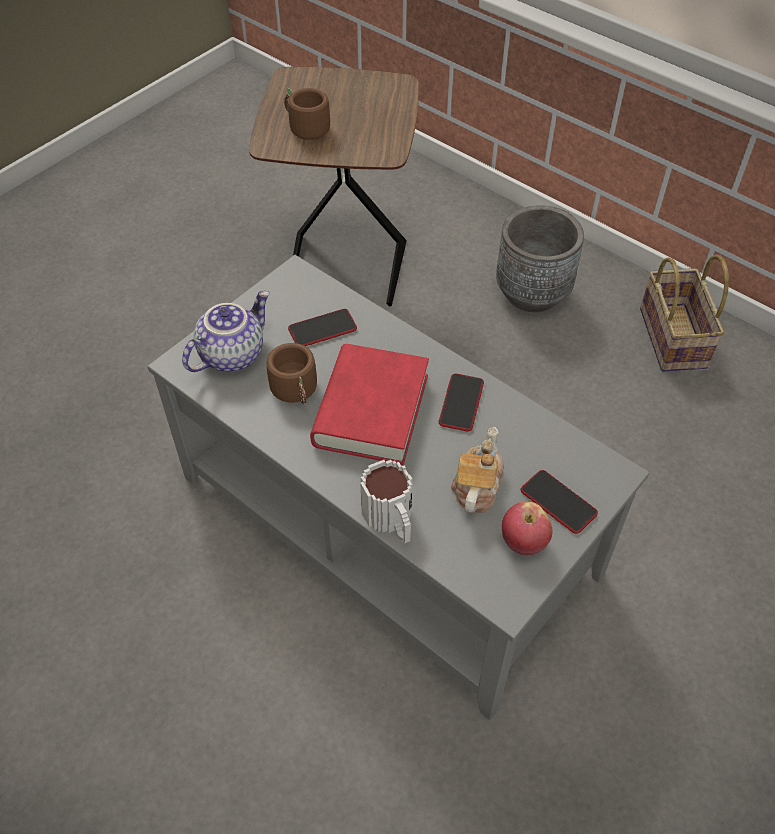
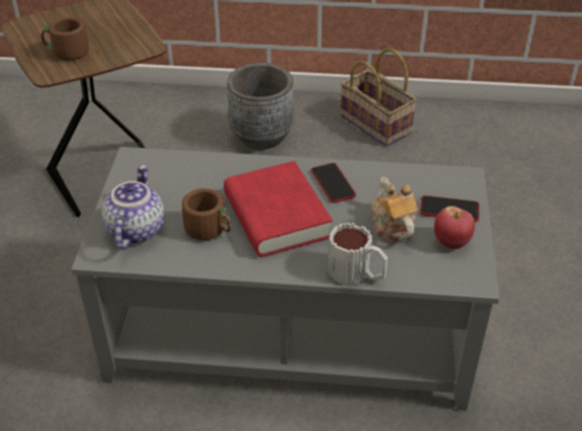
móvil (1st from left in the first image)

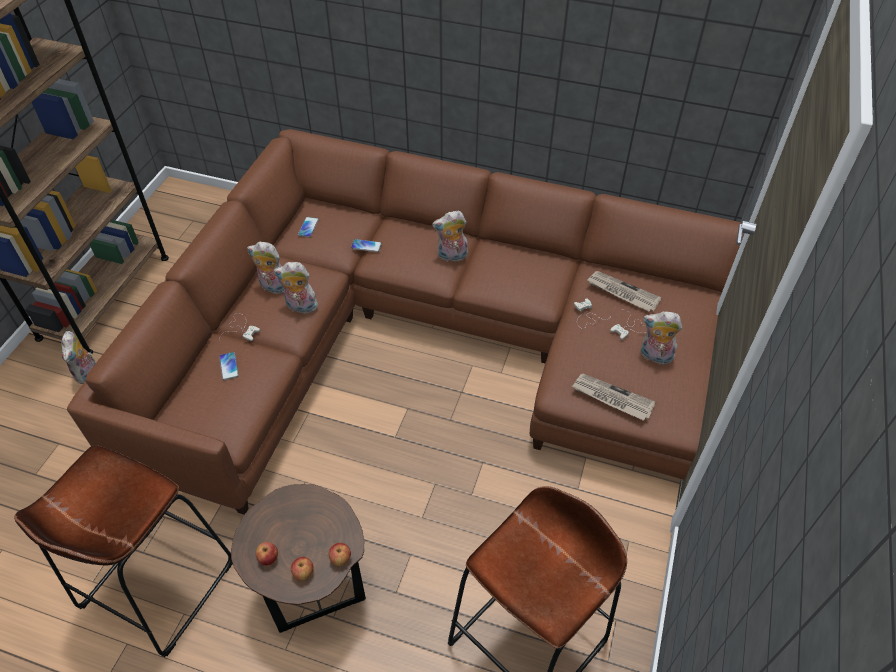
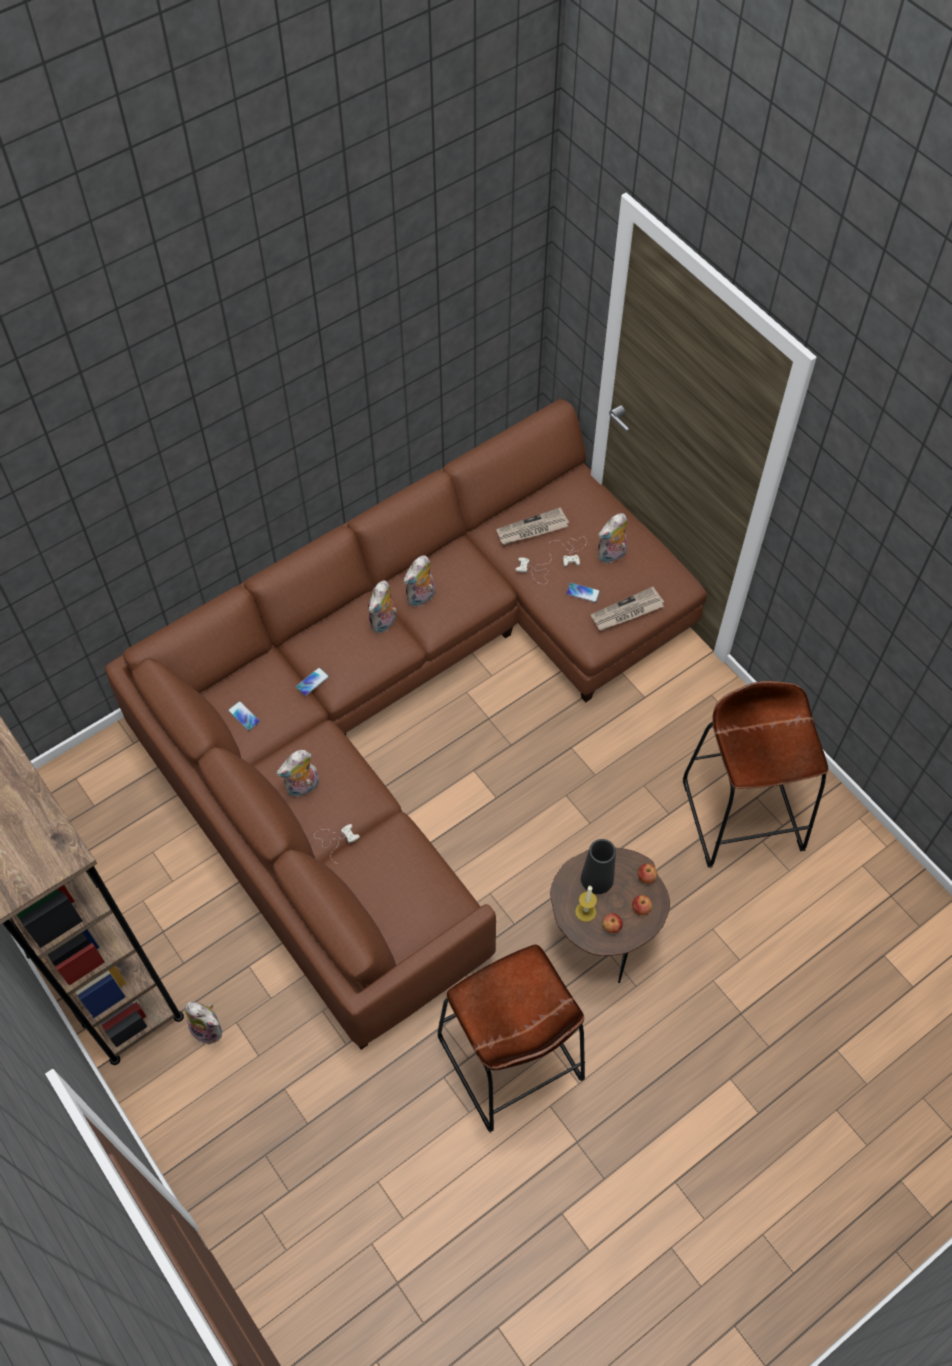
vela
florero/negro
móvil (3rd from left)
peluche (4th from left)

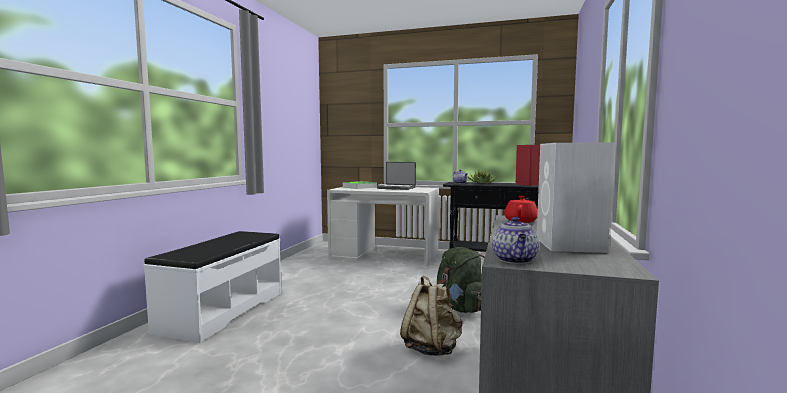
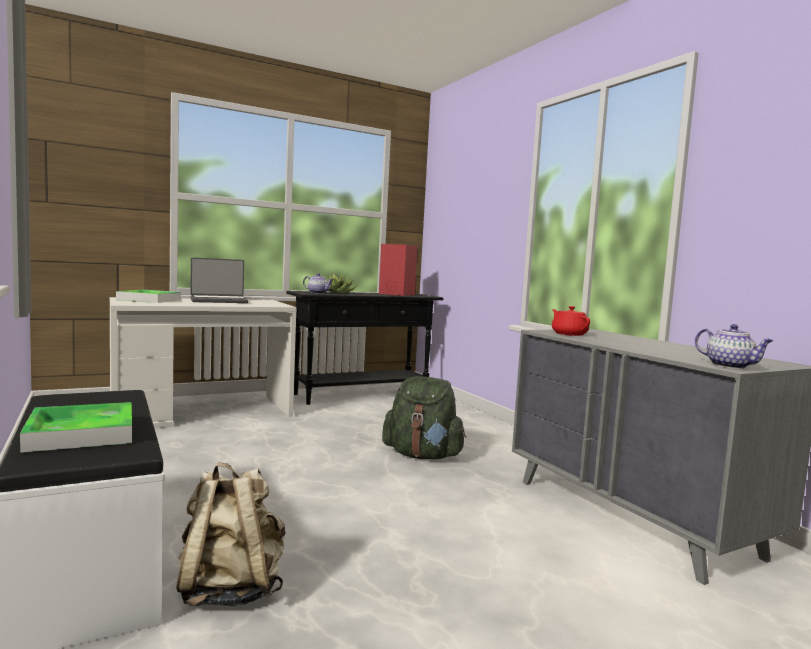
altavoz/blanco
bandeja (1st from left)
mochila/beis

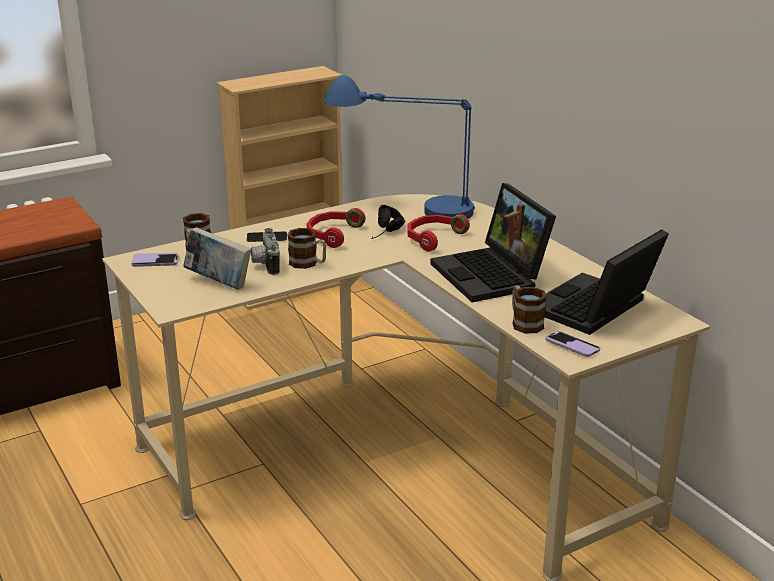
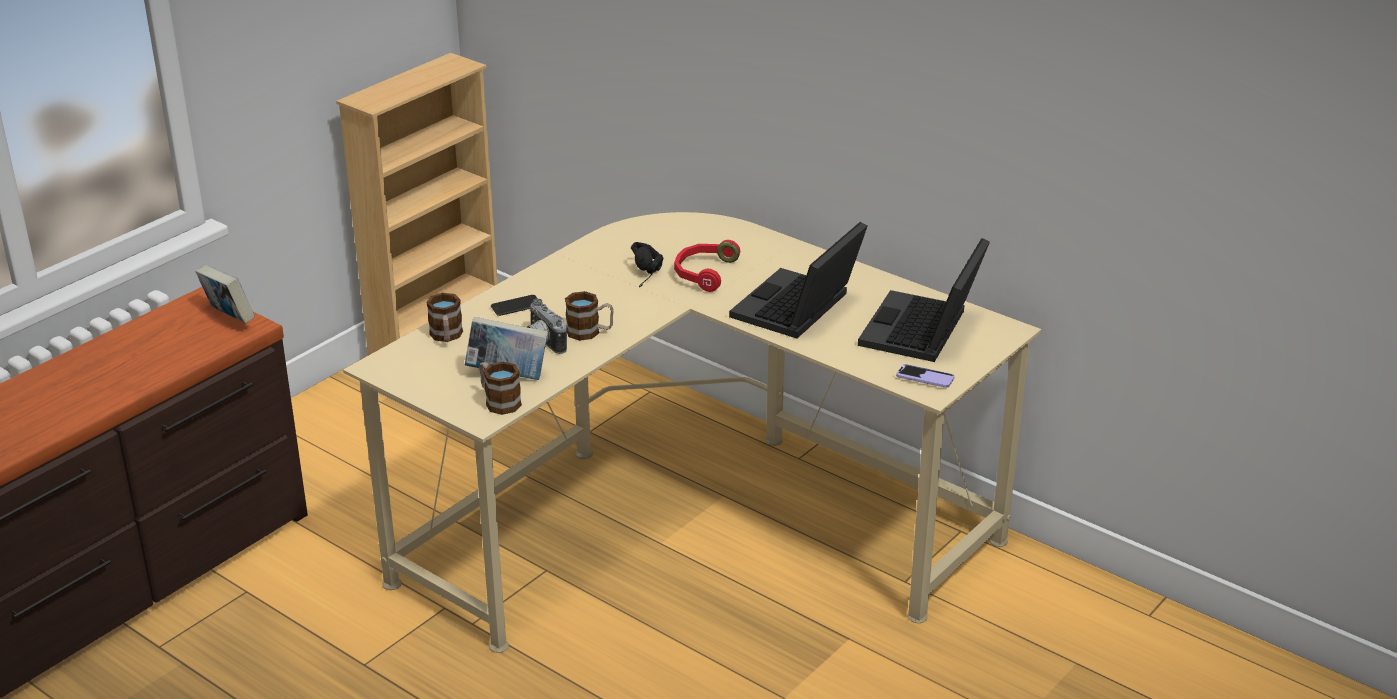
móvil (1st from left in the first image)
auriculares/rojo (1st from left in the first image)
lámpara de mesa/azul
libro (1st from left)
taza grande (2nd from left)
portátil (1st from left)

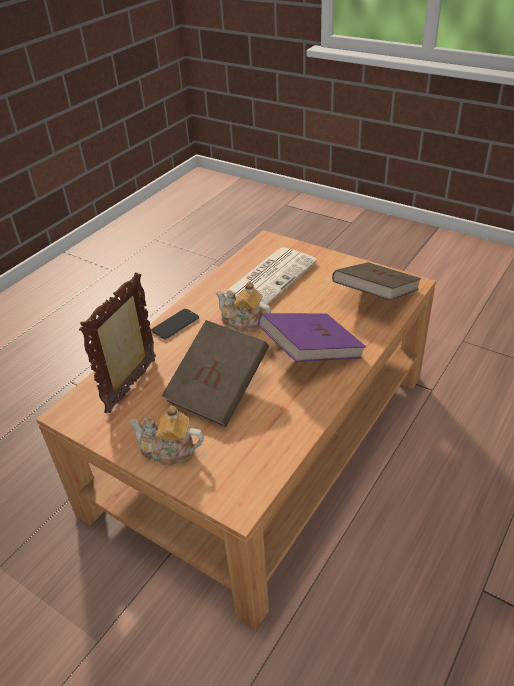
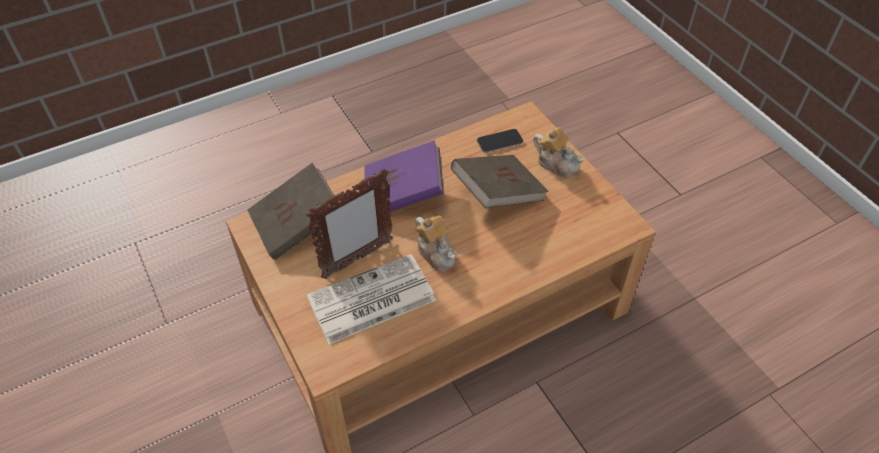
portarretratos
móvil

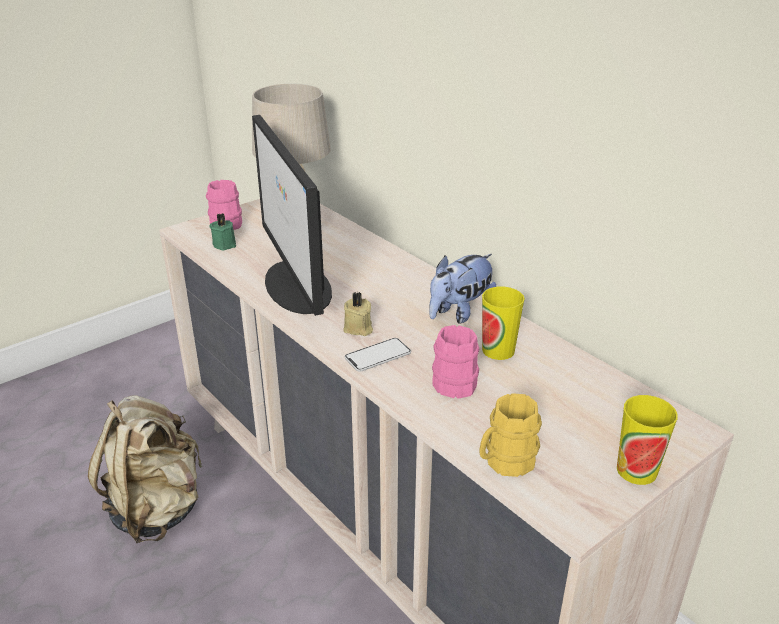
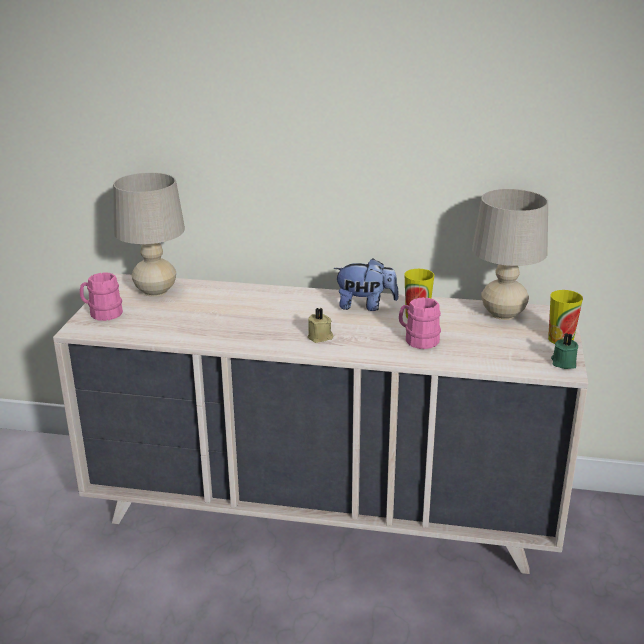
mochila/beis
monitor
móvil
taza grande/amarillo
lámpara de mesa/beis (2nd from left)
vela/verde
peluche

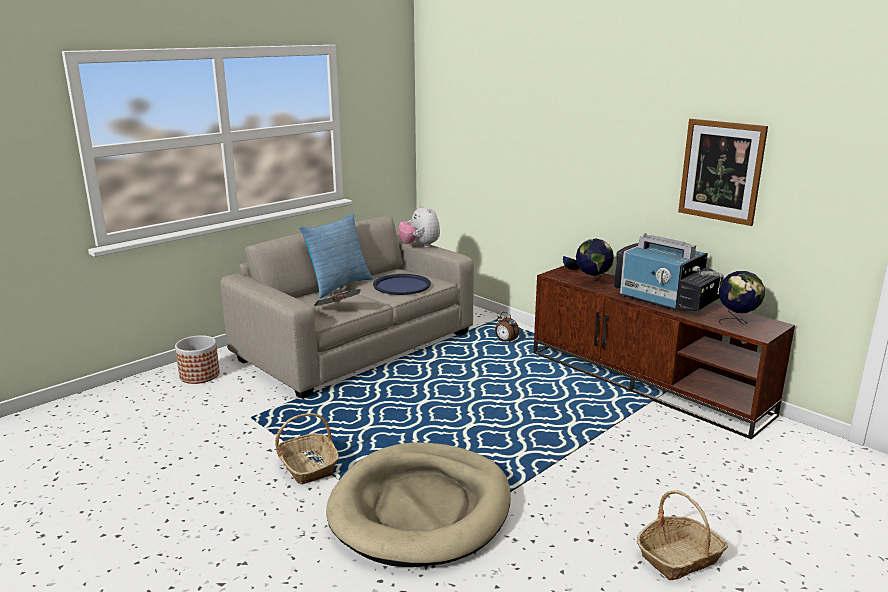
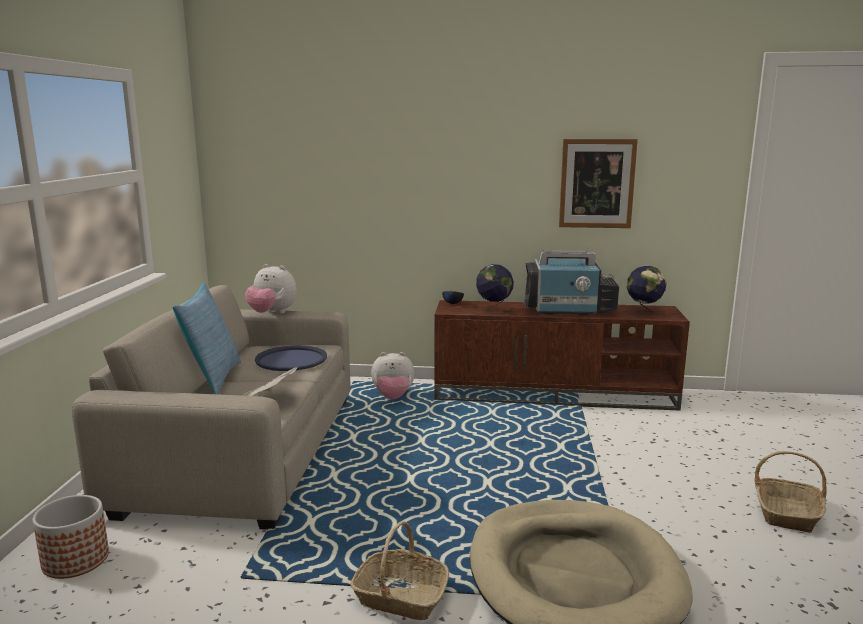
peluche (2nd from left)

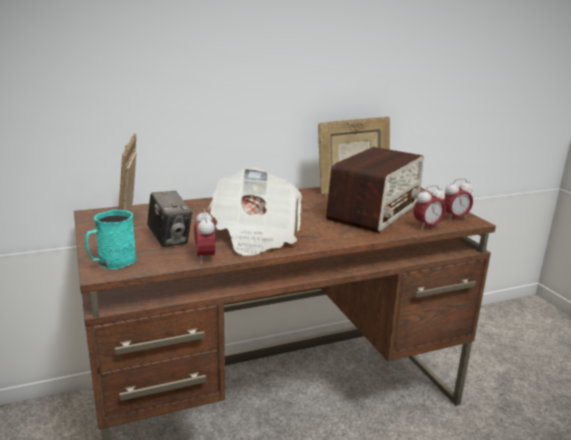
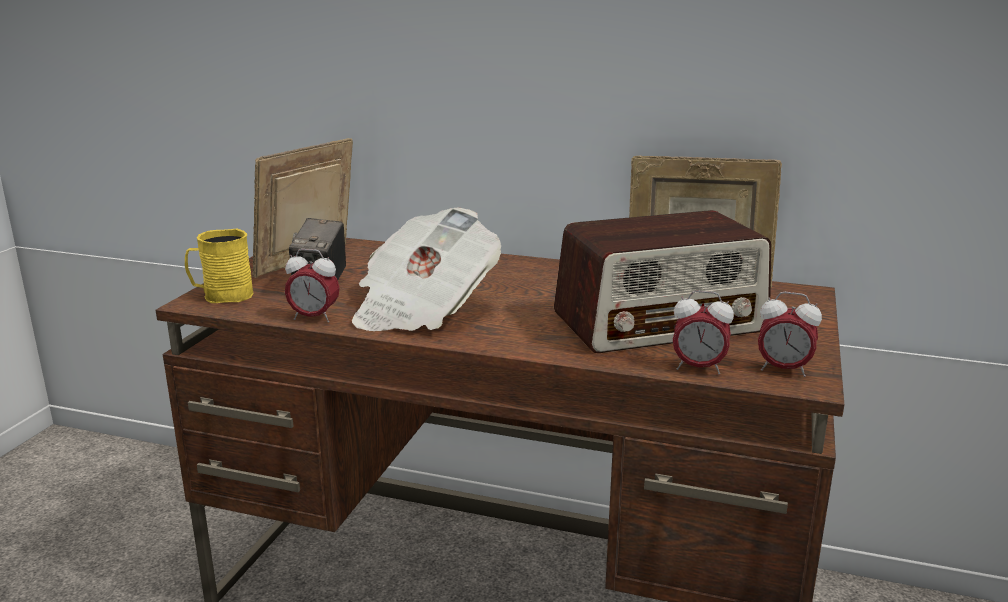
taza grande/amarillo
despertador (1st from left)

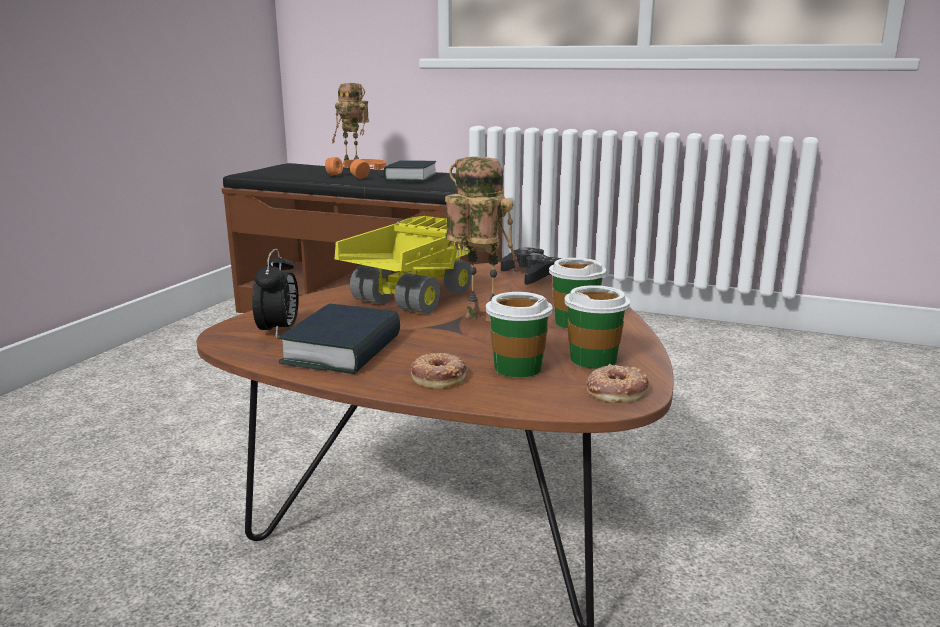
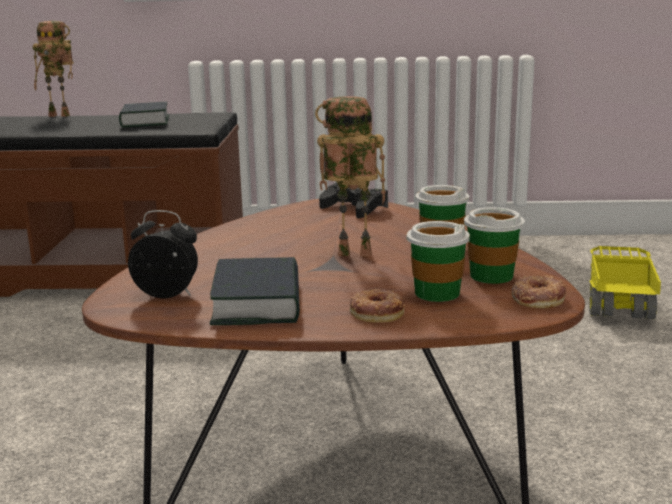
auriculares/naranja
camión de juguete
despertador

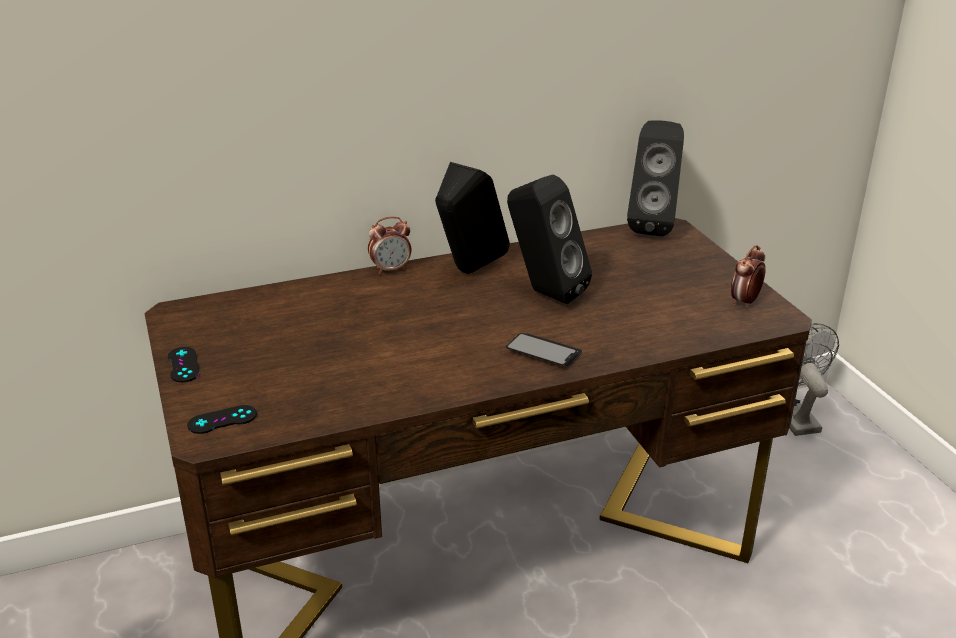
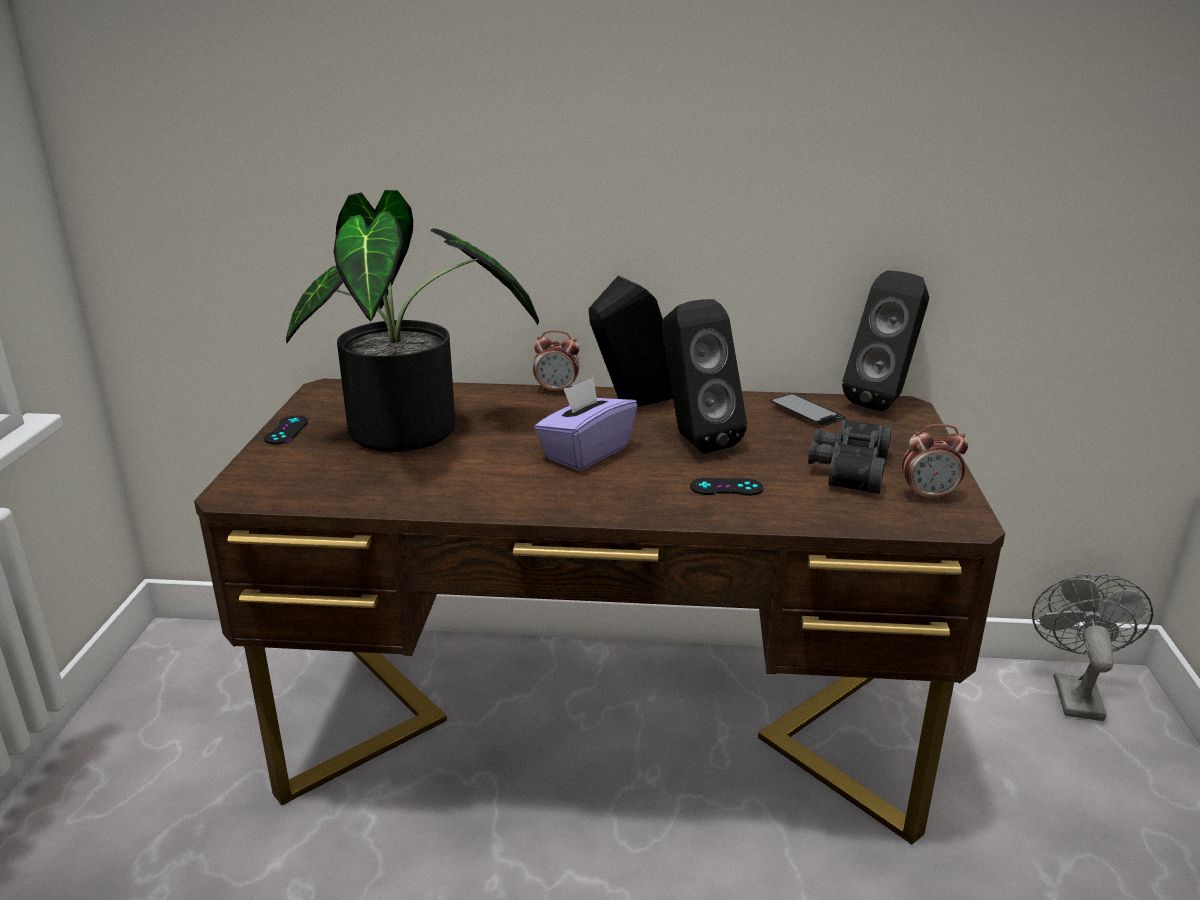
planta en maceta
caja de pañuelos/morado
prismáticos/negro
mando de consola/negro (2nd from left)
móvil
despertador (2nd from left)

